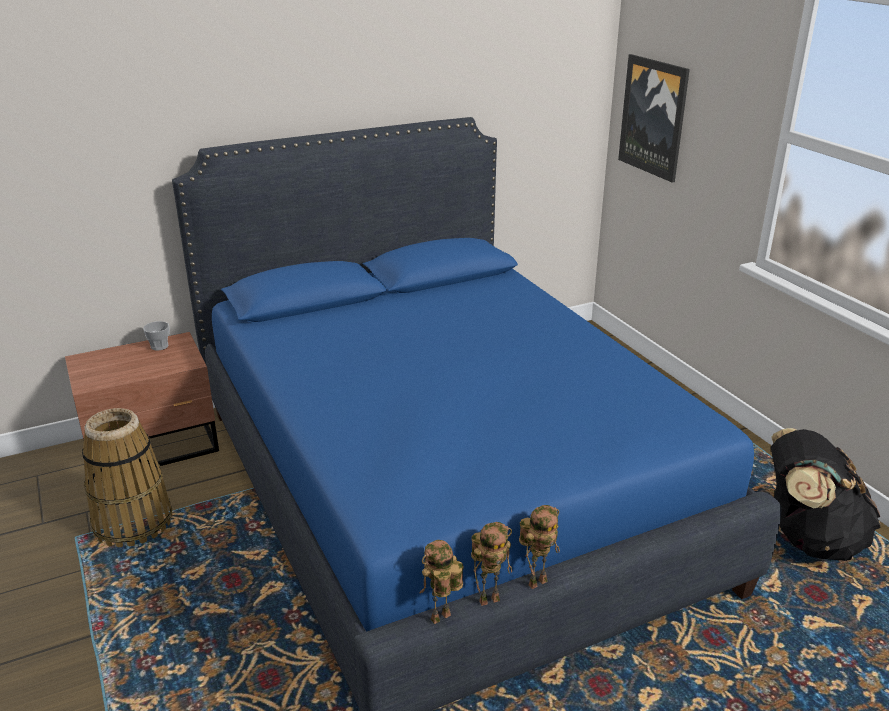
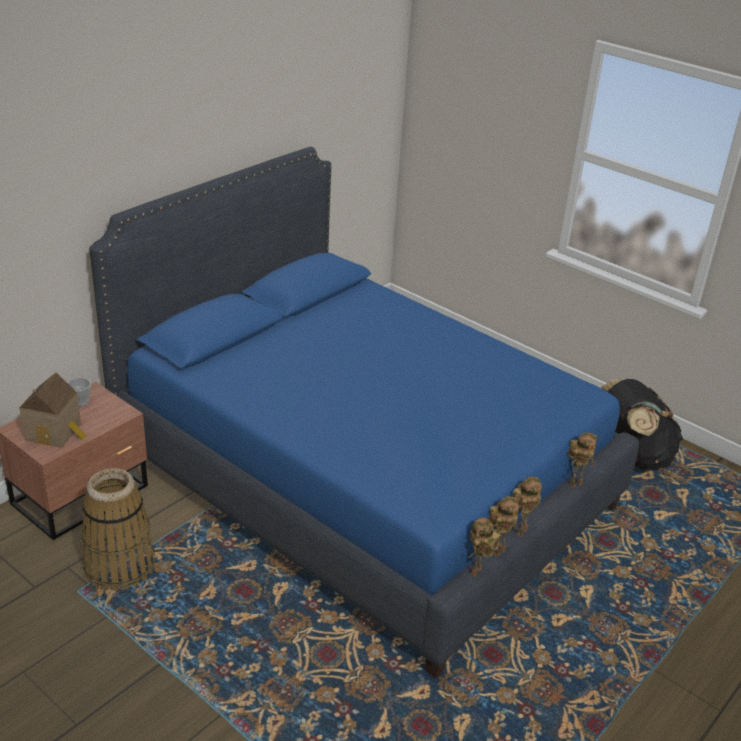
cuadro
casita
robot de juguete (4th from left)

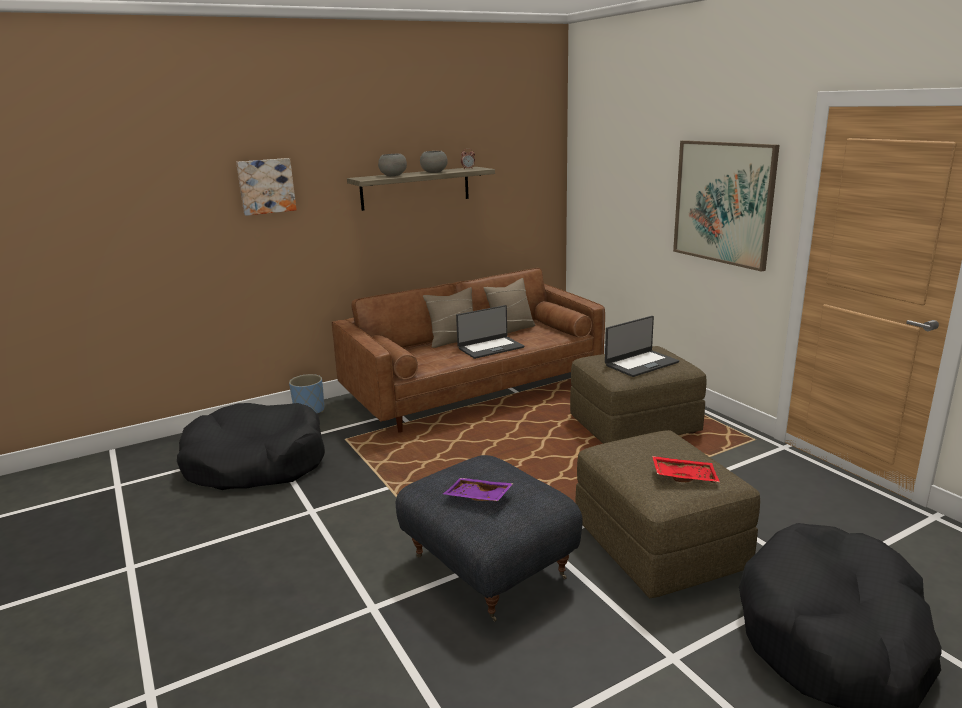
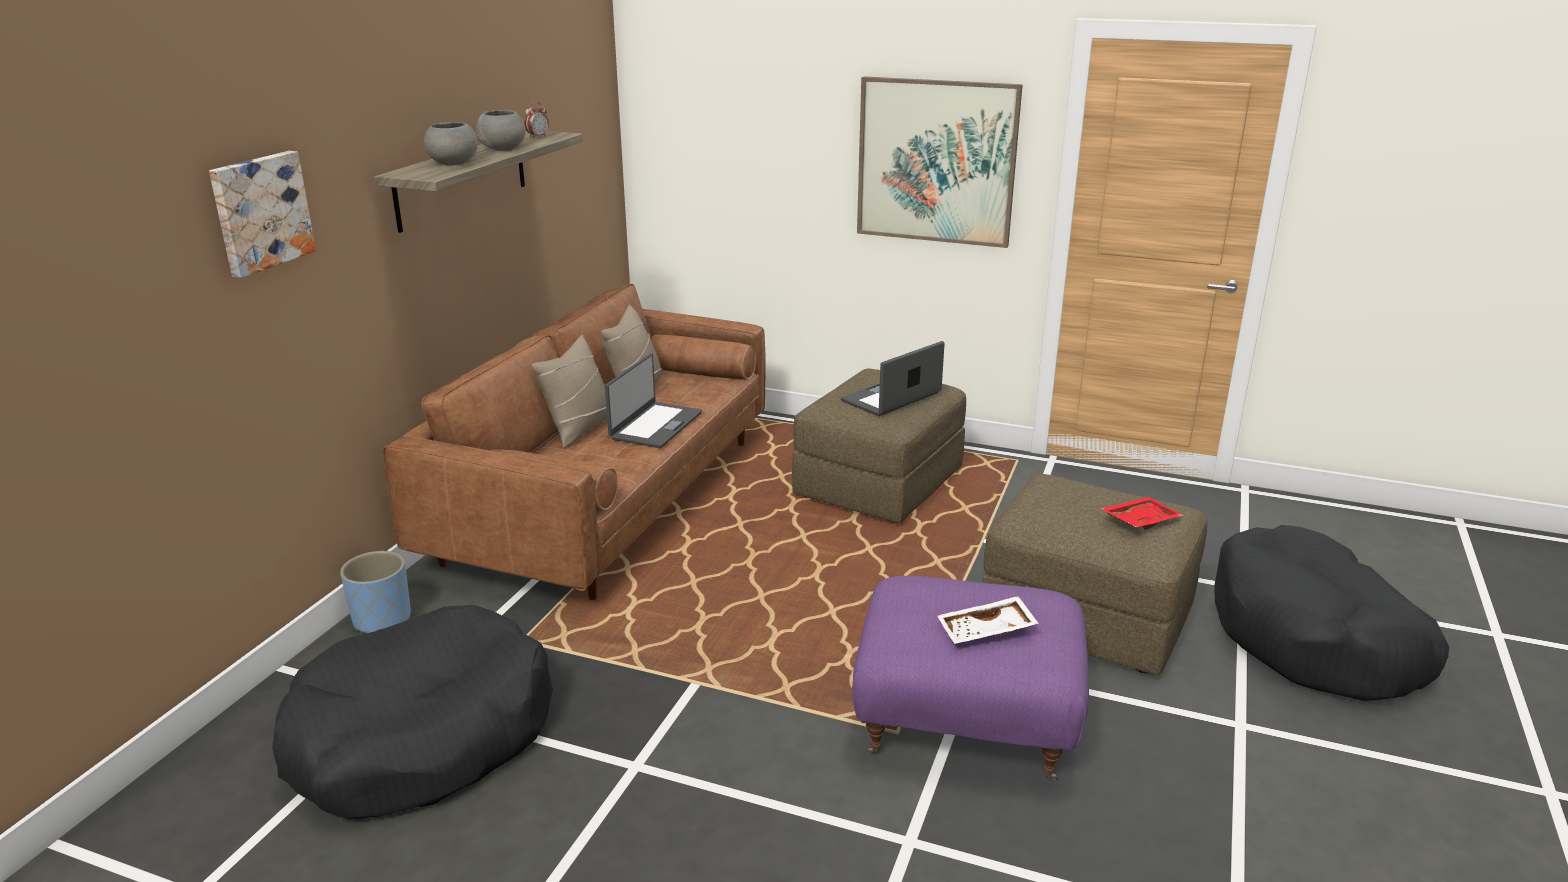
puf/morado
bandeja/blanco
portátil (2nd from left)

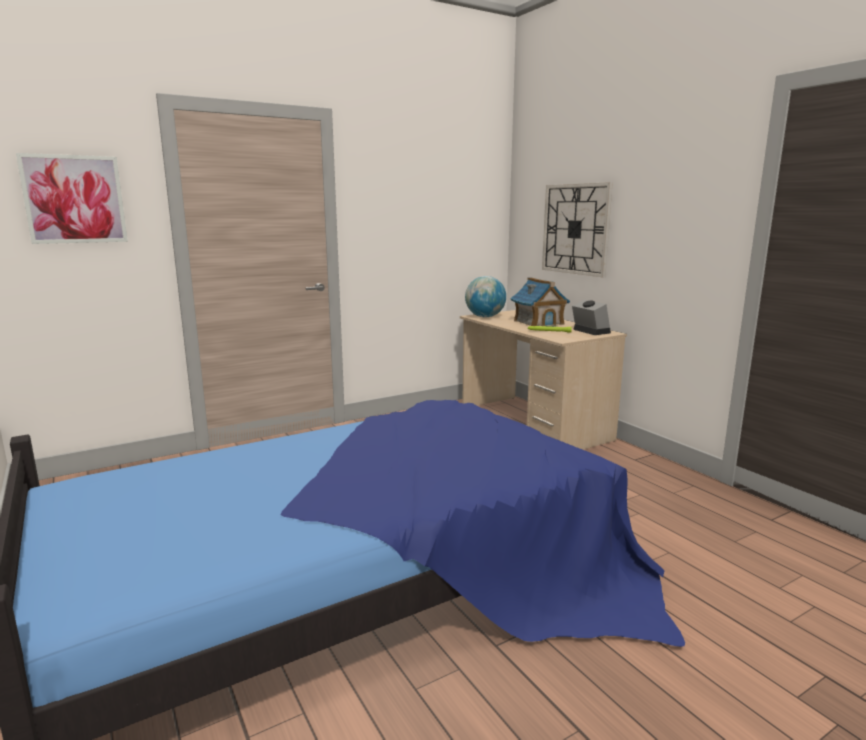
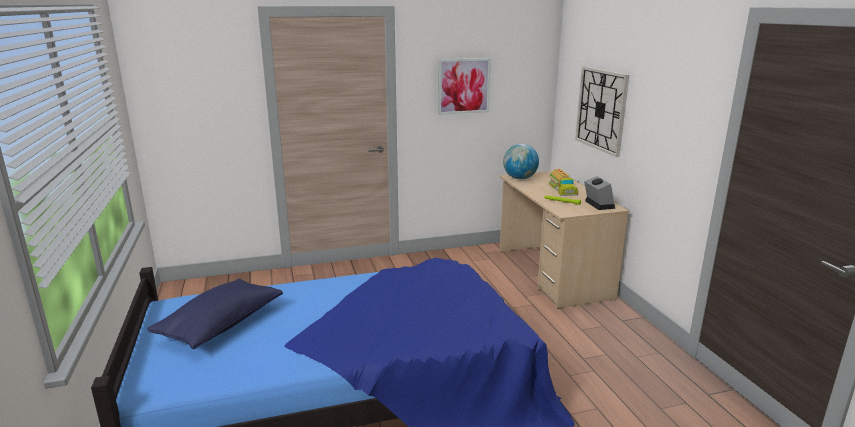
cojín/azul
cuadro
camión de juguete

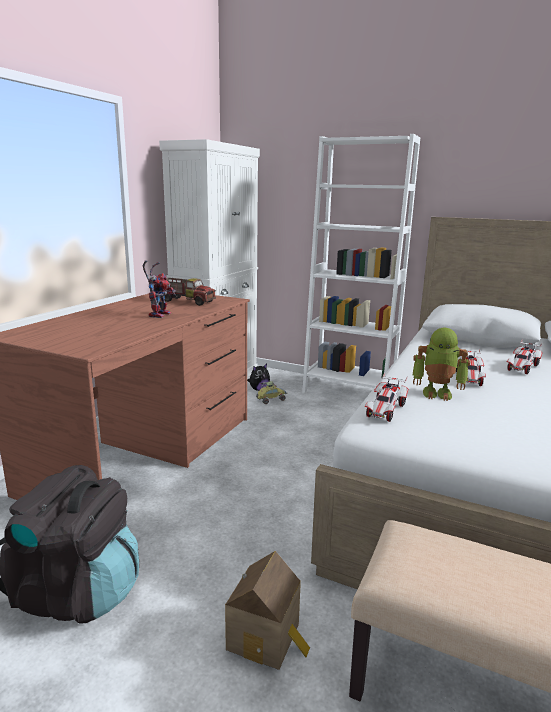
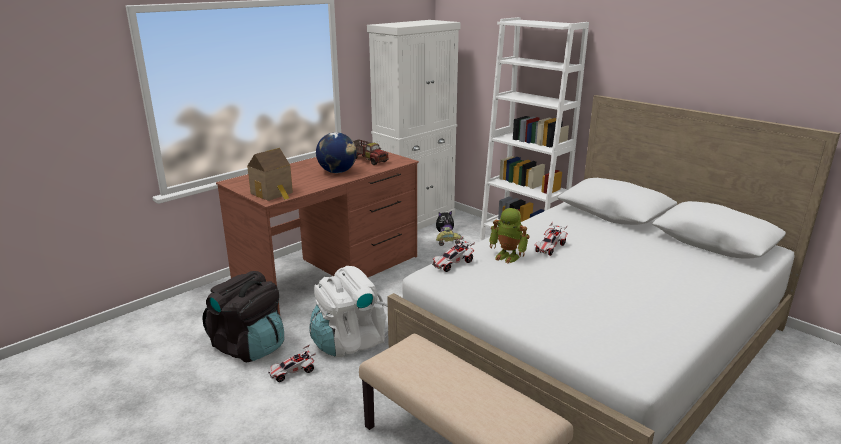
mochila/blanco
casita
coche de juguete (1st from left)
globo terráqueo

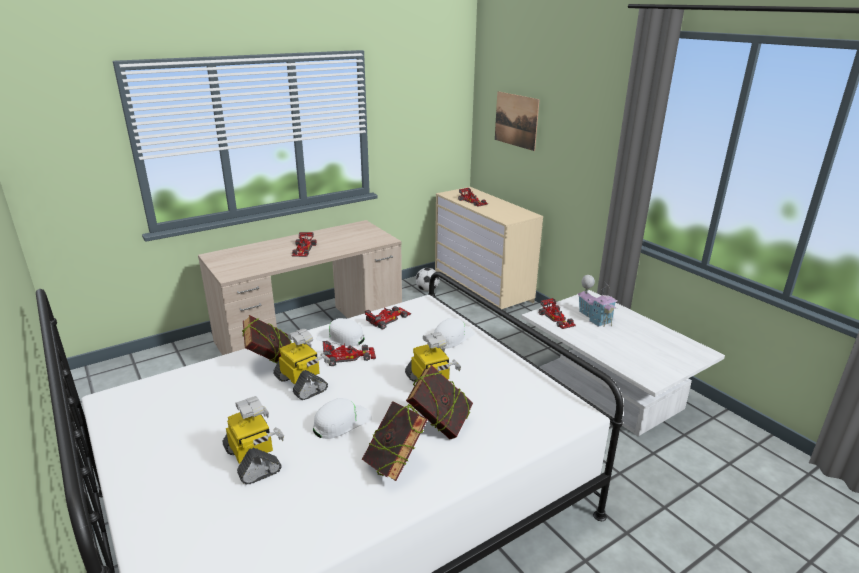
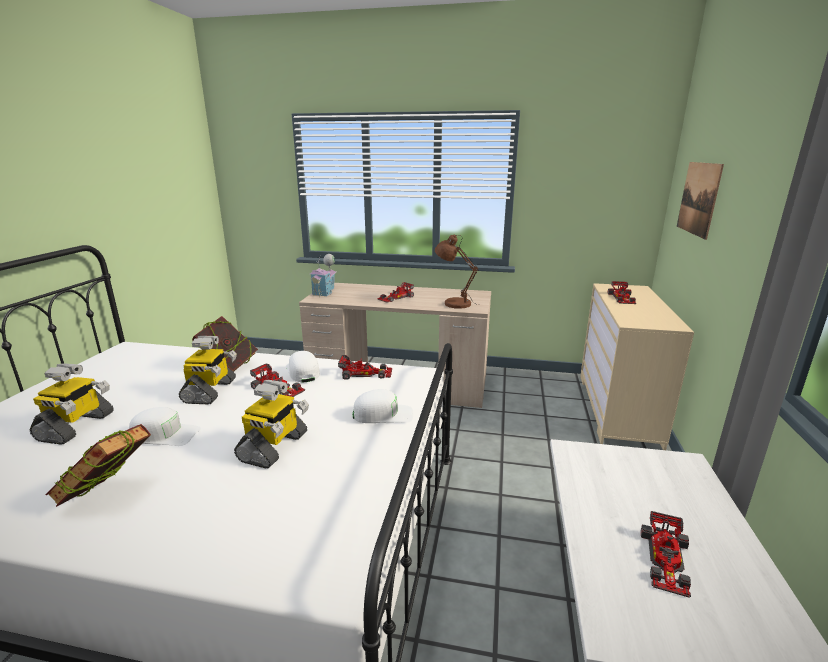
libro (3rd from left in the first image)
balón de fútbol
lámpara de mesa/marrón
coche de juguete (5th from left)
casita

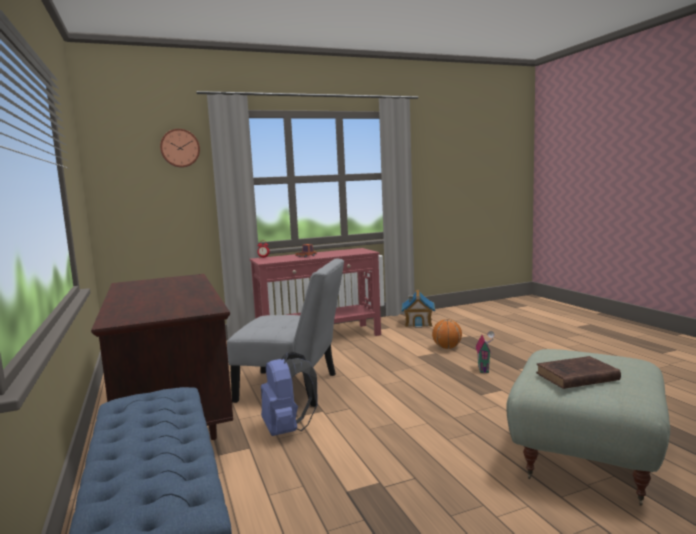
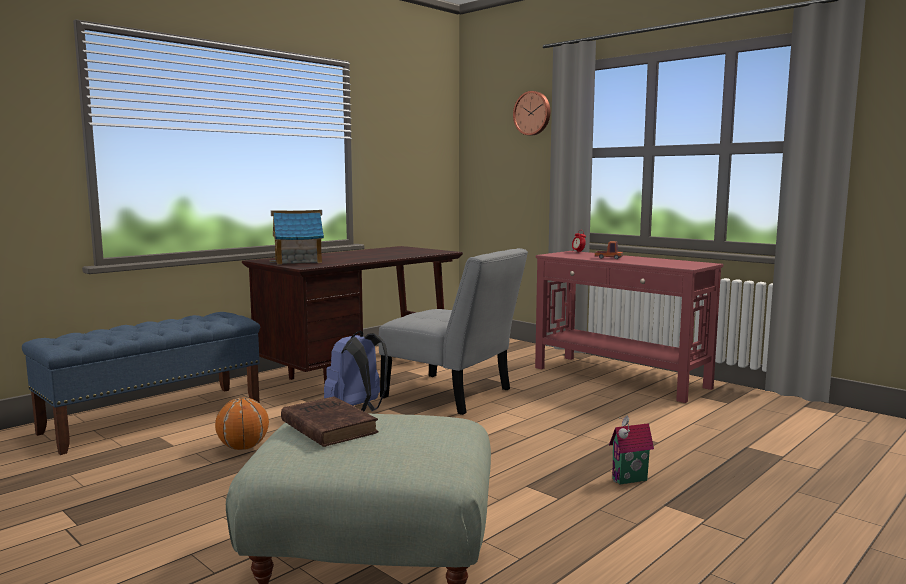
casita (1st from left)
balón de baloncesto
silla/gris

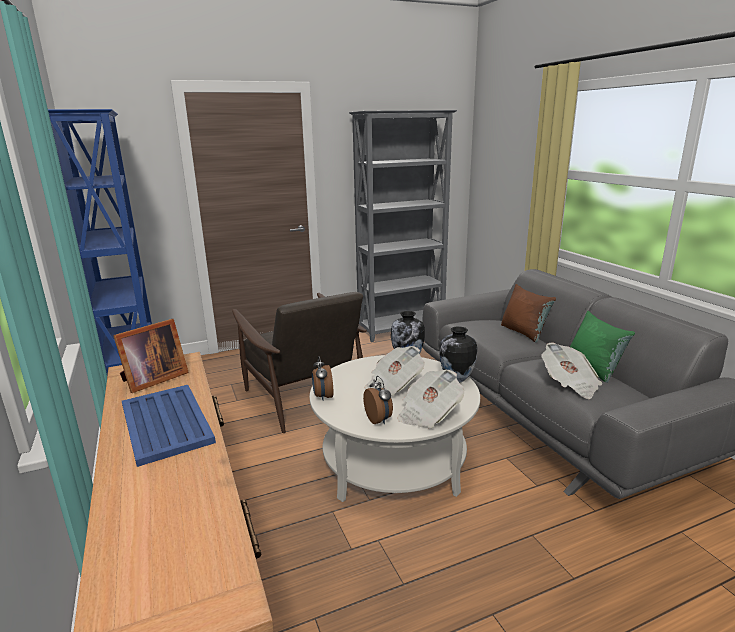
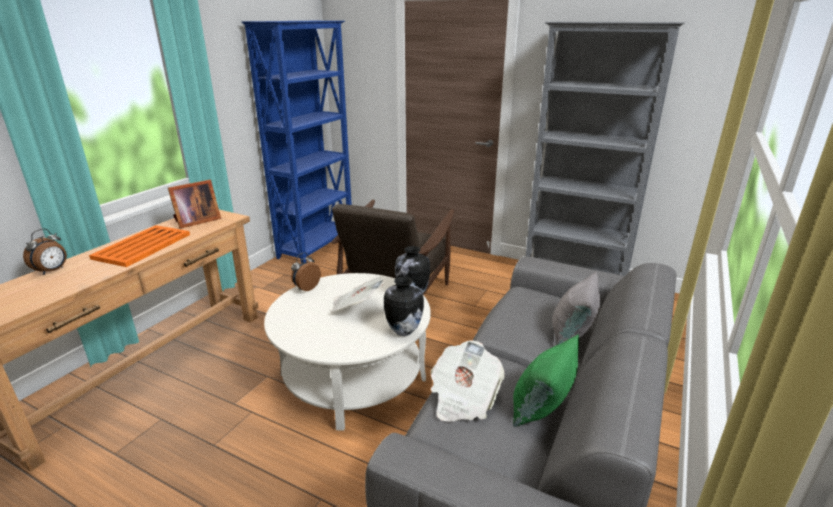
periódico (2nd from left in the first image)
despertador (1st from left)
bandeja/naranja
cojín/gris
portarretratos

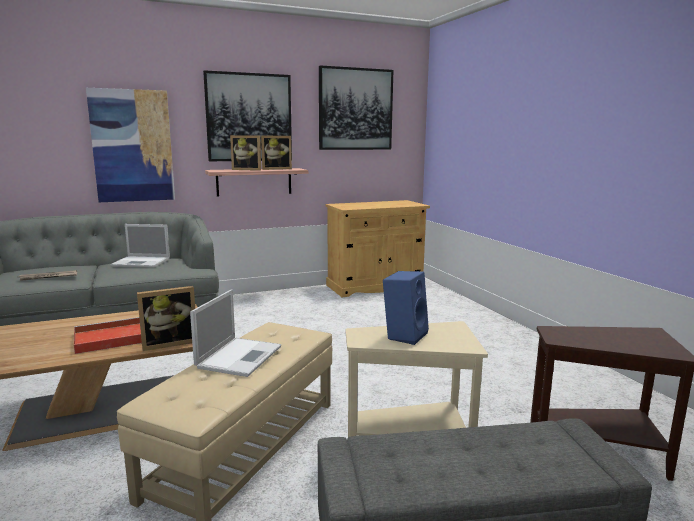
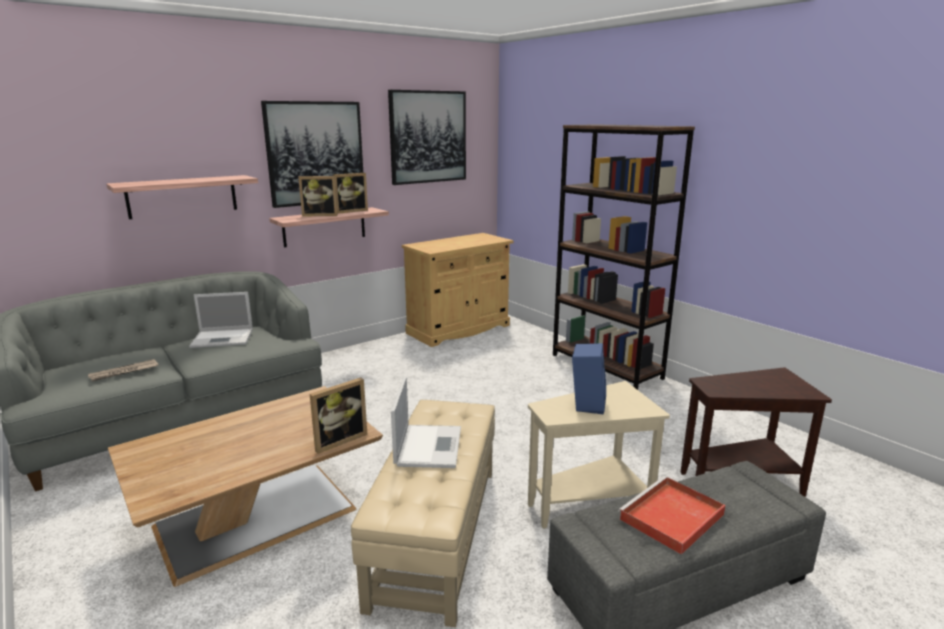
estantería/marrón
bandeja/rojo
estante (1st from left)

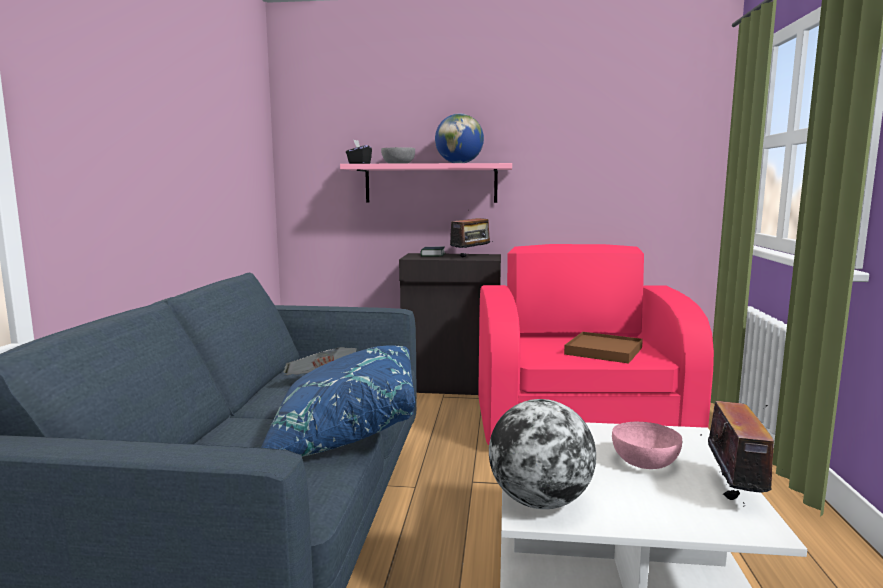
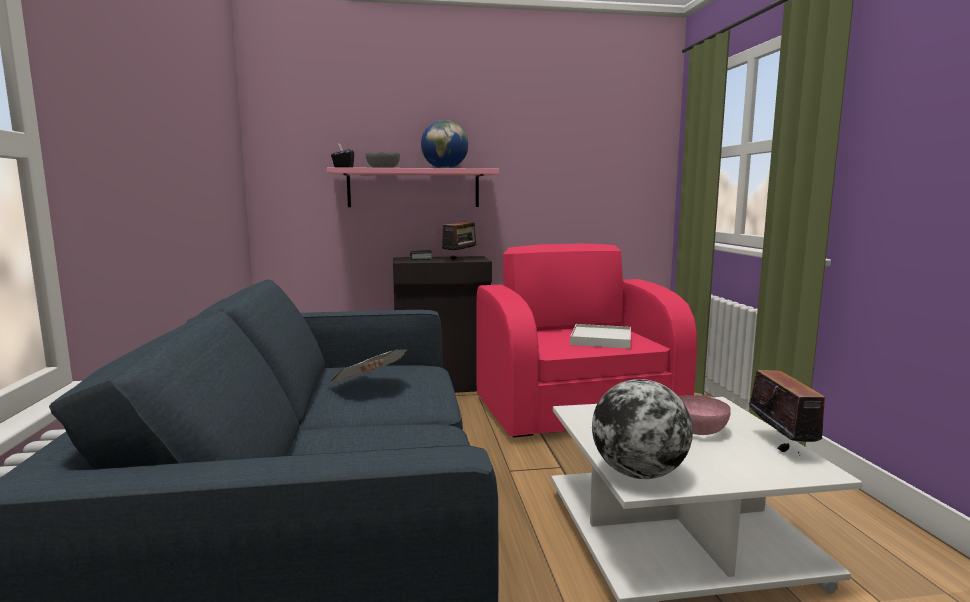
cojín/azul
bandeja/blanco

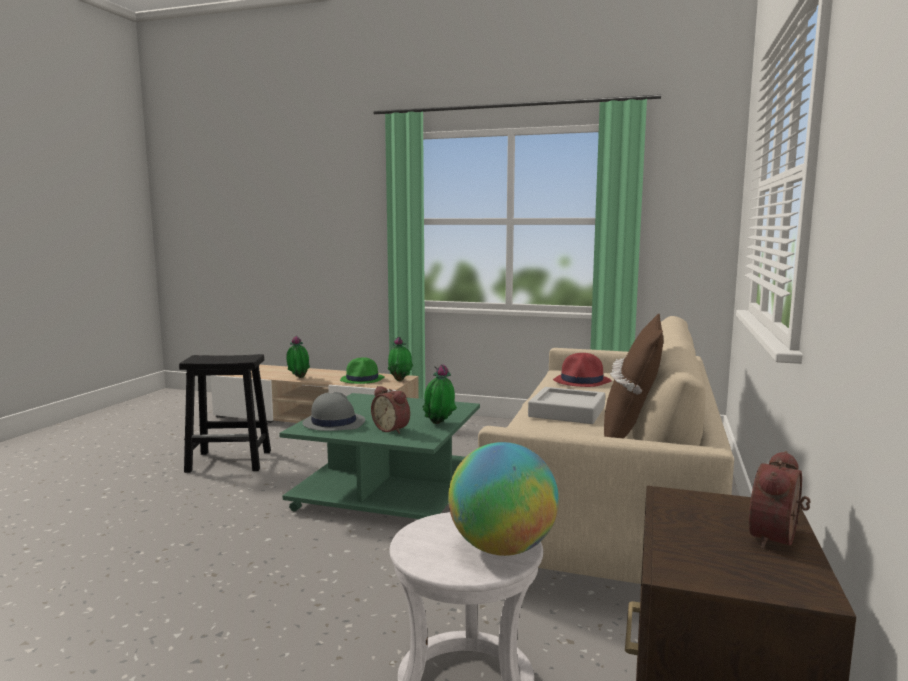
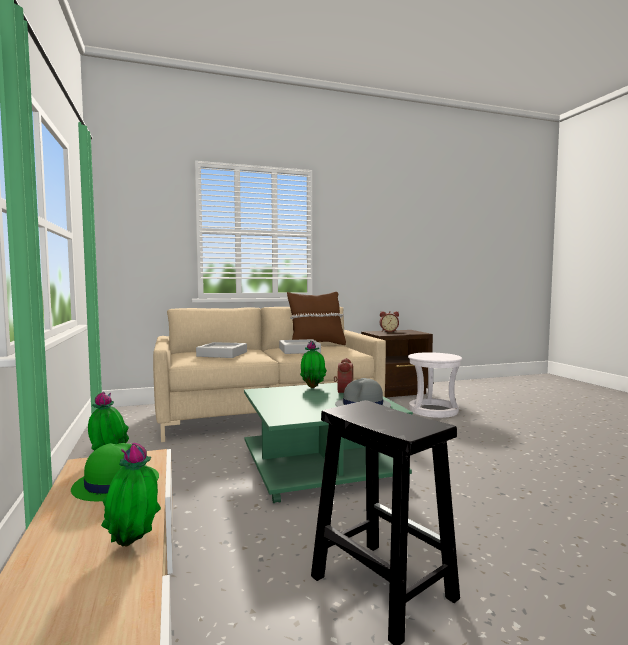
globo terráqueo
bandeja/gris (1st from left)

